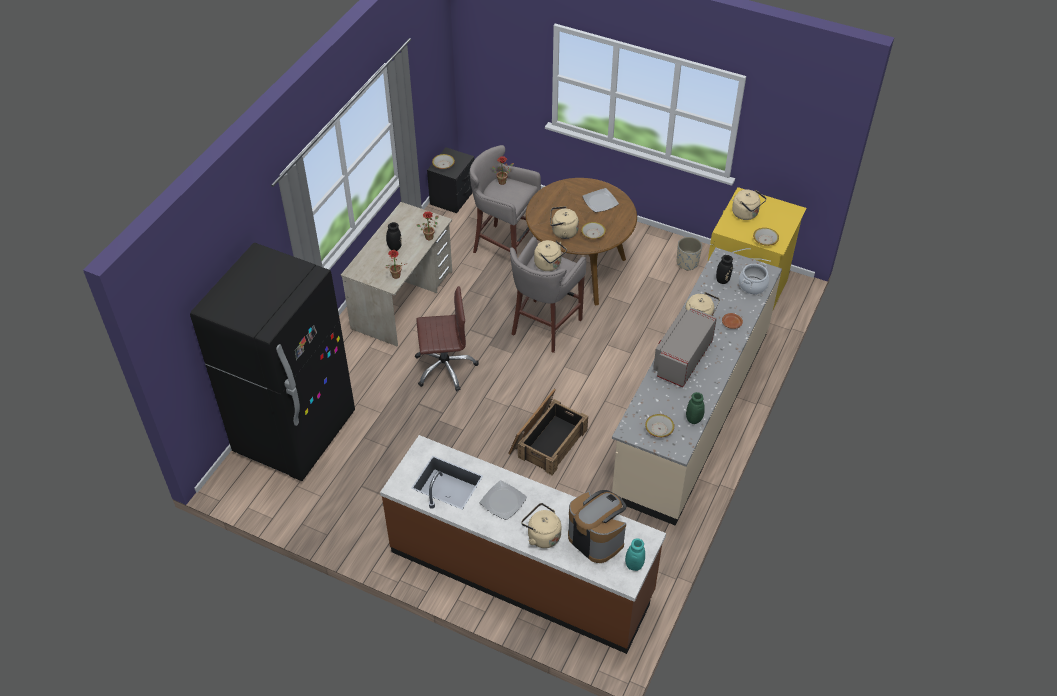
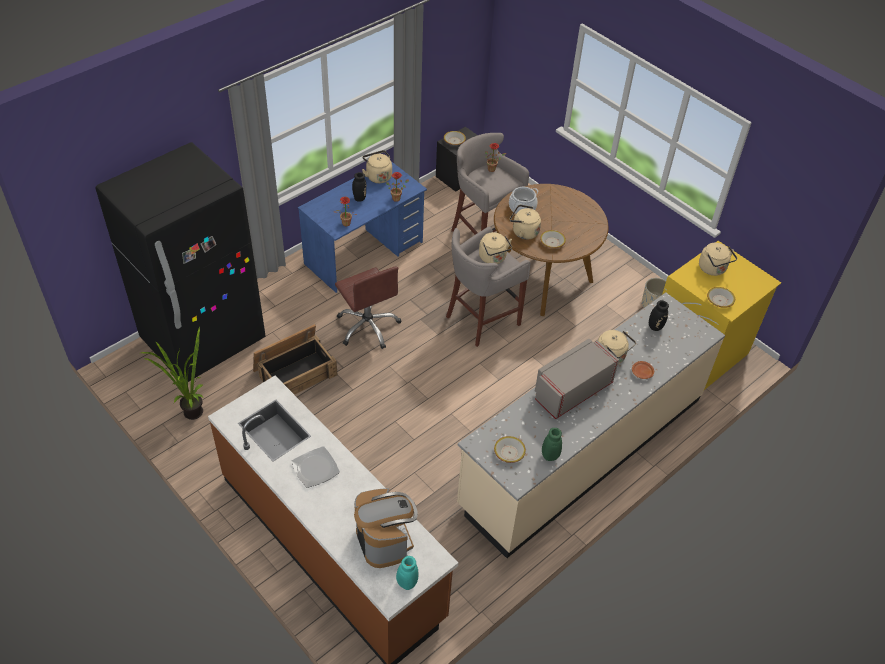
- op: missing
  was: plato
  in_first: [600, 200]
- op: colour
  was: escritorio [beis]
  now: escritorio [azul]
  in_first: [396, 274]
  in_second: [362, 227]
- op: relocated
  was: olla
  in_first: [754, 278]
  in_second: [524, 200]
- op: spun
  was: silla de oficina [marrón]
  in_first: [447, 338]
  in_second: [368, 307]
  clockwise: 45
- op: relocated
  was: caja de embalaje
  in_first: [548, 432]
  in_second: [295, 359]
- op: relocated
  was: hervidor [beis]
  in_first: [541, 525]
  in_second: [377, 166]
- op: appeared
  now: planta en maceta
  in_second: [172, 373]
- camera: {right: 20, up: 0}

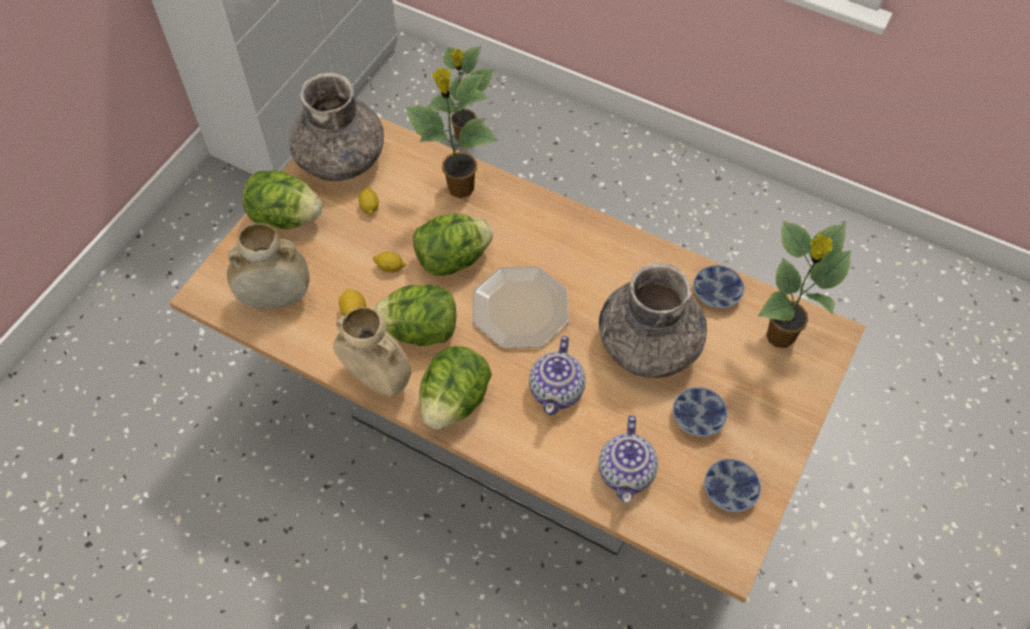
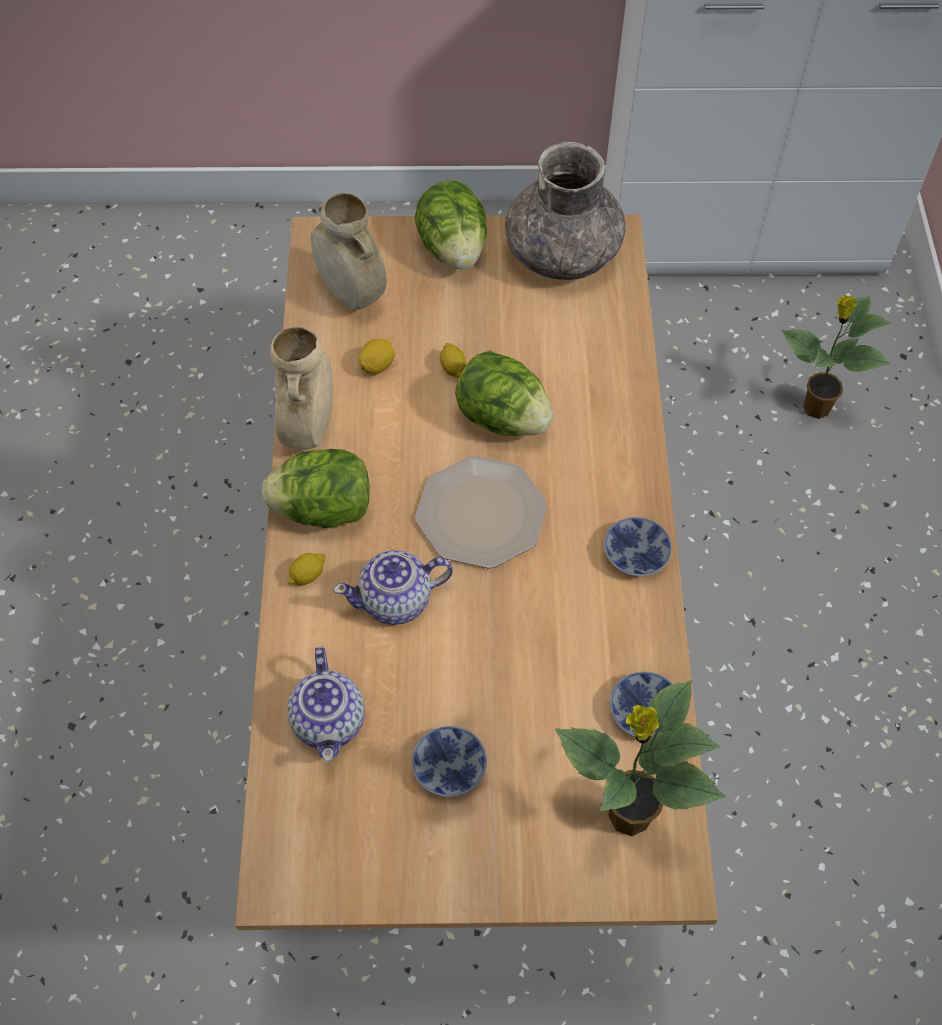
- op: missing
  was: planta en maceta
  in_first: [451, 133]
- op: relocated
  was: limón
  in_first: [369, 201]
  in_second: [307, 569]
- op: missing
  was: florero [gris]
  in_first: [653, 320]
- op: missing
  was: lechuga
  in_first: [415, 315]
- op: spun
  was: tetera
  in_first: [628, 459]
  in_second: [326, 704]
  clockwise: -75
- op: relocated
  was: cuenco
  in_first: [732, 485]
  in_second: [638, 546]
- camera: {right: 60, up: 0}

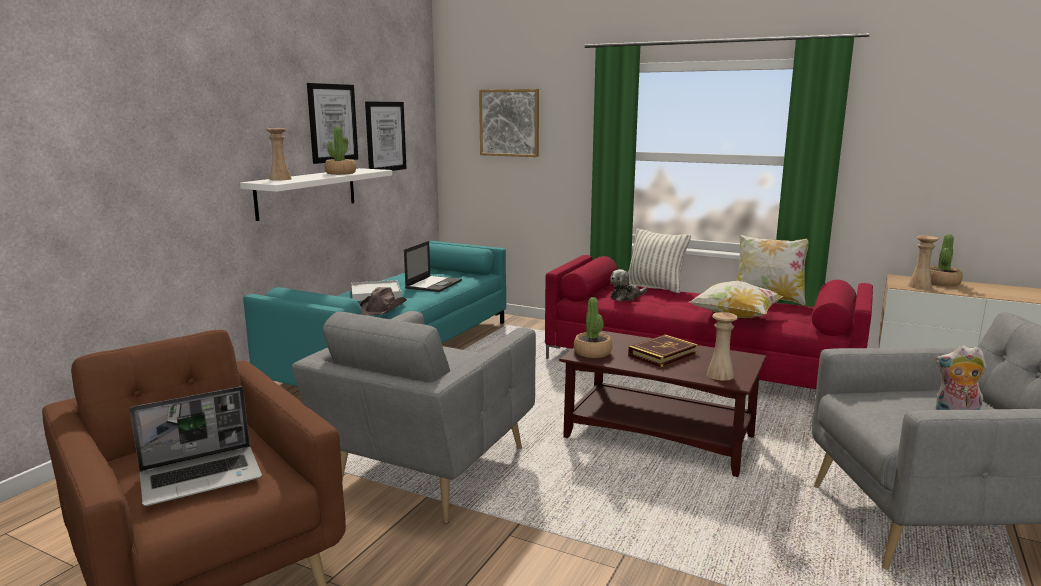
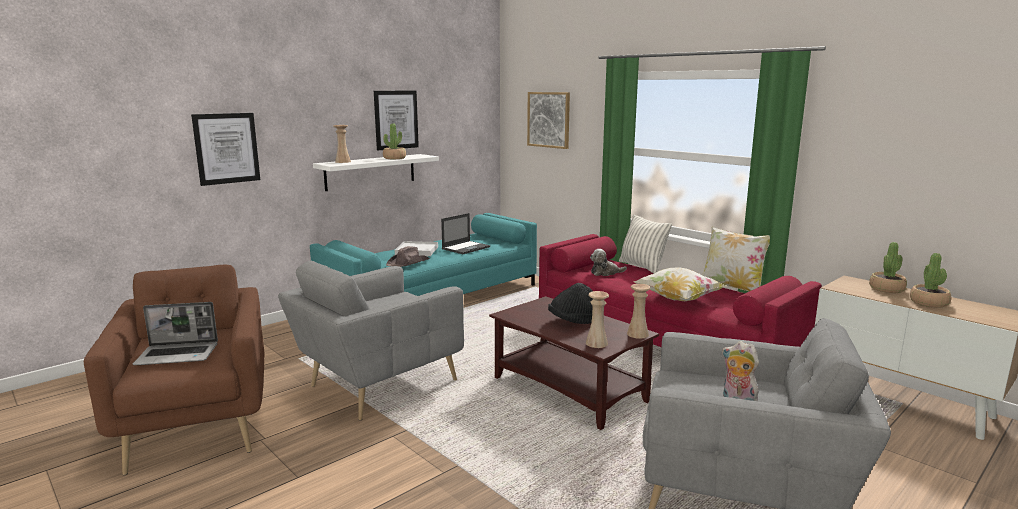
- op: relocated
  was: cuadro
  in_first: [385, 136]
  in_second: [225, 149]
- op: relocated
  was: florero [beis]
  in_first: [923, 262]
  in_second: [639, 311]
- op: relocated
  was: planta en maceta
  in_first: [593, 327]
  in_second: [930, 280]
- op: exchanged
  was: libro
  now: sombrero [negro]
  in_first: [663, 351]
  in_second: [570, 303]
- camera: {right: 20, up: 0}

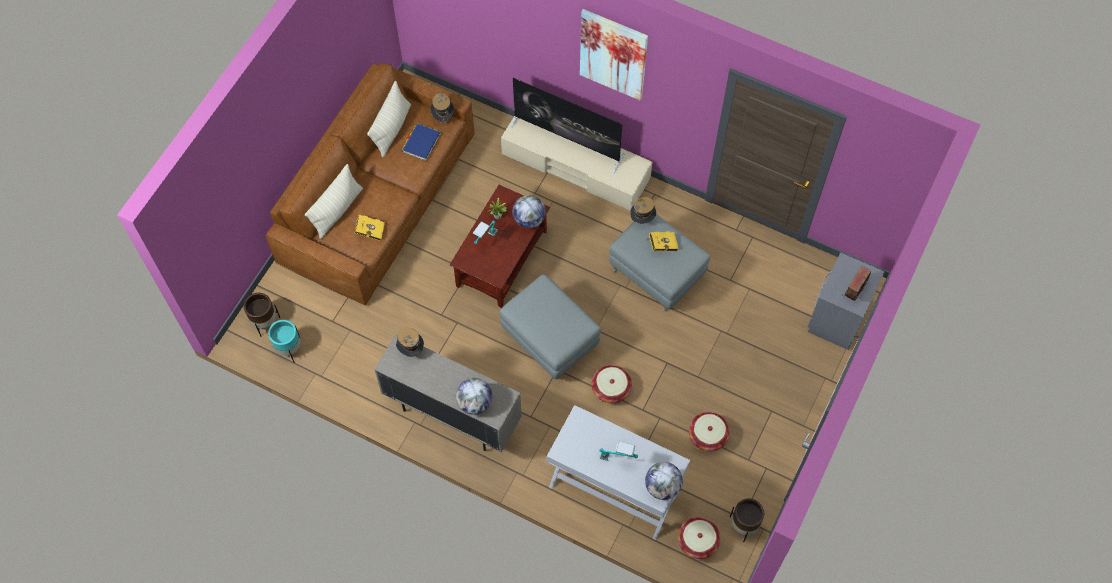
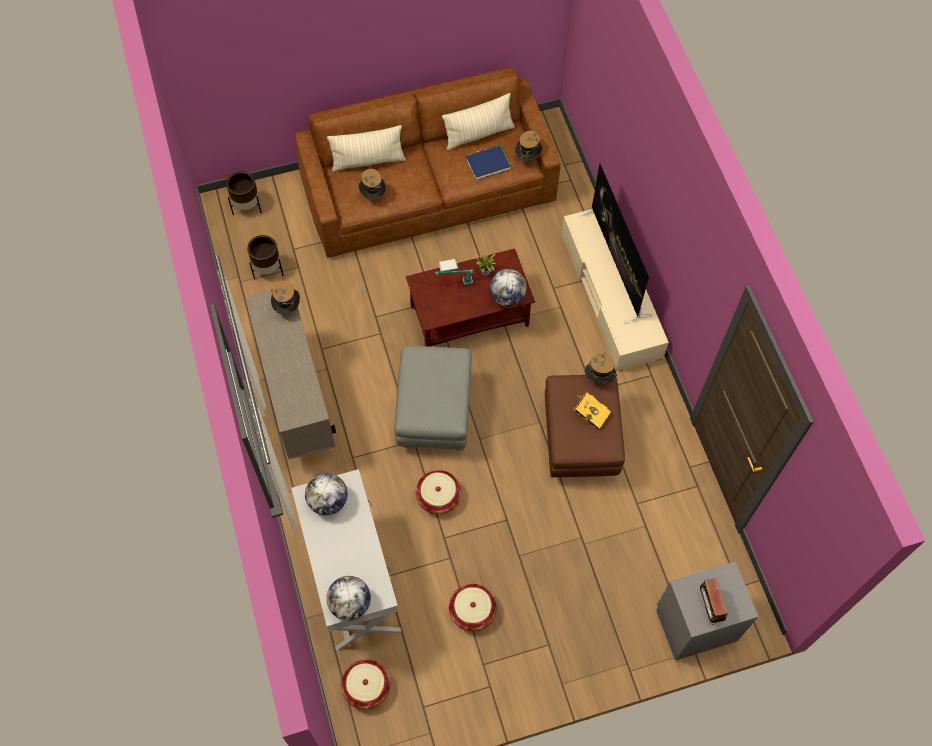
- op: missing
  was: cuadro
  in_first: [614, 54]
- op: colour
  was: puf [gris]
  now: puf [marrón]
  in_first: [659, 263]
  in_second: [585, 426]
- op: exchanged
  was: libro [amarillo]
  now: sombrero
  in_first: [369, 227]
  in_second: [372, 184]
- op: spun
  was: radio
  in_first: [858, 283]
  in_second: [711, 601]
  clockwise: -90
- op: missing
  was: maceta [turquesa]
  in_first: [284, 341]
- op: relocated
  was: globo terráqueo
  in_first: [474, 396]
  in_second: [326, 494]
- op: missing
  was: lámpara de mesa
  in_first: [618, 451]
- op: relocated
  was: maceta [marrón]
  in_first: [747, 520]
  in_second: [265, 257]
- camera: {right: 45, up: 0}

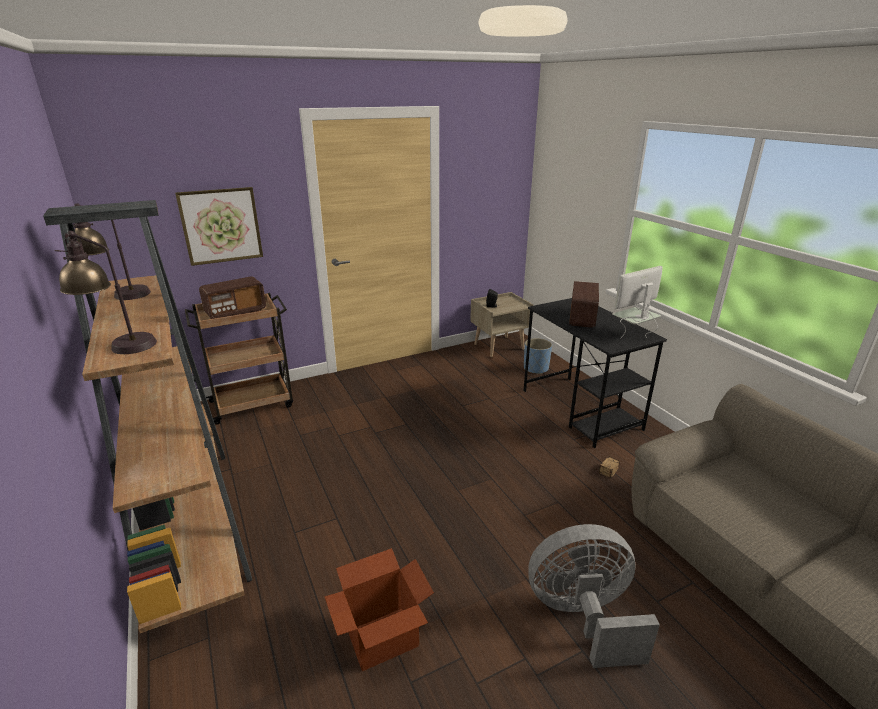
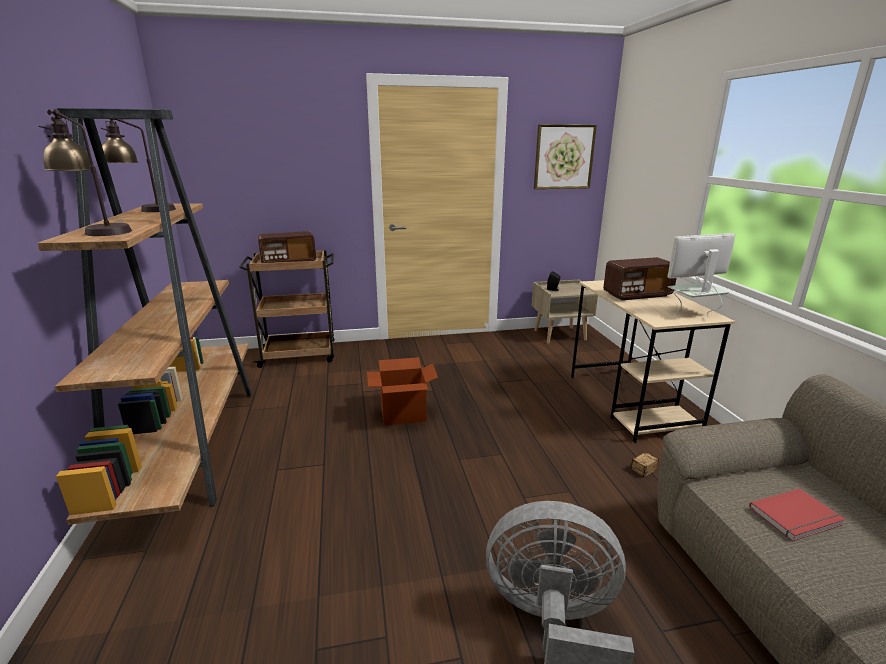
- op: relocated
  was: cuadro
  in_first: [219, 226]
  in_second: [565, 156]
- op: spun
  was: radio
  in_first: [584, 304]
  in_second: [640, 278]
  clockwise: -135
- op: colour
  was: escritorio [negro]
  now: escritorio [beis]
  in_first: [595, 373]
  in_second: [653, 361]
- op: missing
  was: maceta [azul]
  in_first: [538, 356]
- op: relocated
  was: caja de cartón
  in_first: [379, 609]
  in_second: [402, 391]
- op: appeared
  now: libro [rojo]
  in_second: [797, 514]
- camera: {right: 15, up: -5}

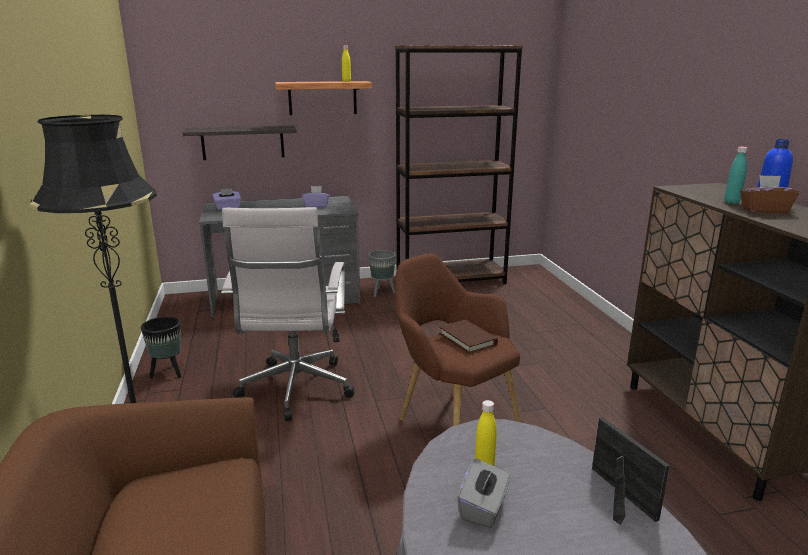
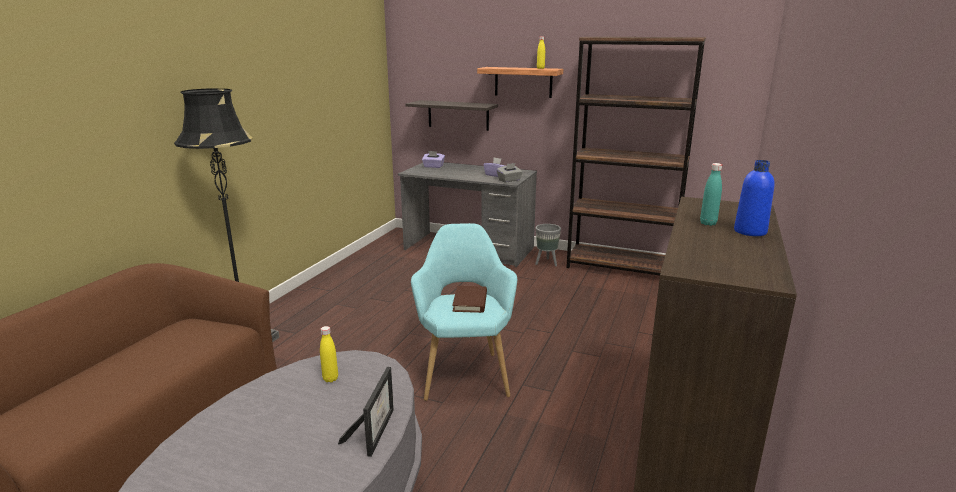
- op: missing
  was: caja de pañuelos [marrón]
  in_first: [769, 194]
- op: missing
  was: silla de oficina [blanco]
  in_first: [288, 314]
- op: colour
  was: sillón [marrón]
  now: sillón [turquesa]
  in_first: [458, 340]
  in_second: [464, 312]
- op: missing
  was: maceta [negro]
  in_first: [161, 347]
- op: relocated
  was: caja de pañuelos [gris]
  in_first: [483, 493]
  in_second: [510, 172]
- camera: {right: 35, up: 0}

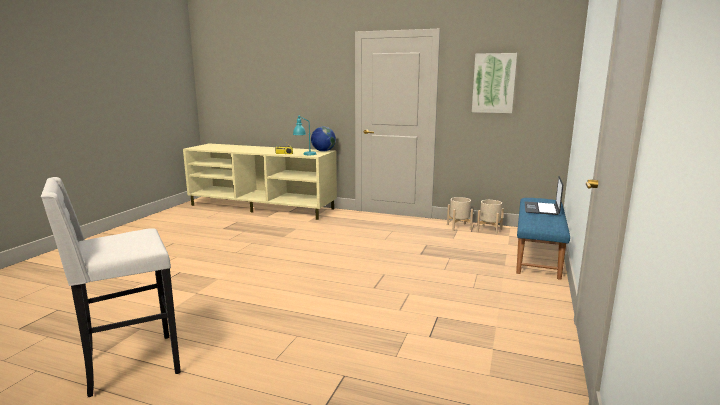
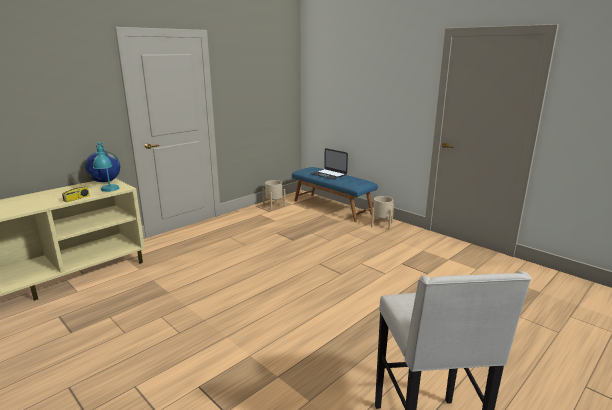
- op: missing
  was: cuadro
  in_first: [494, 83]
- op: relocated
  was: maceta [beis]
  in_first: [460, 214]
  in_second: [382, 213]
- camera: {right: -65, up: 5}

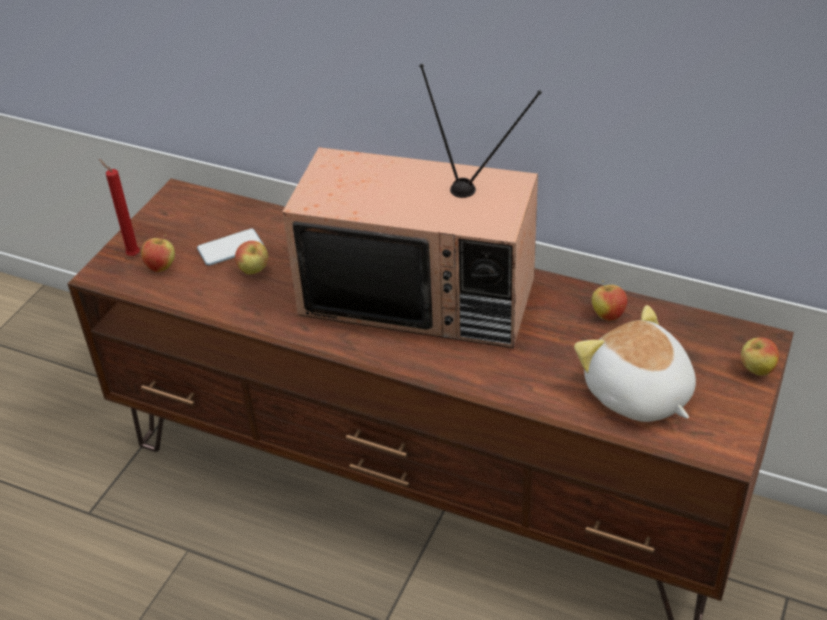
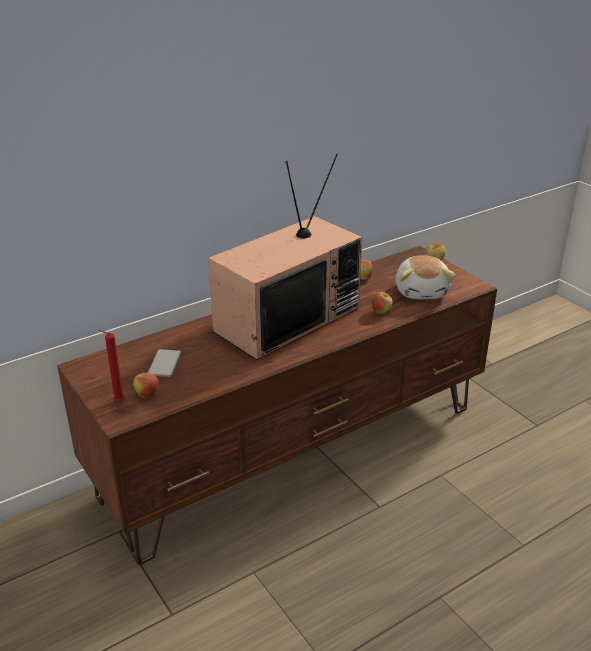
- op: relocated
  was: manzana
  in_first: [251, 258]
  in_second: [382, 303]
- op: spun
  was: peluche
  in_first: [635, 363]
  in_second: [425, 277]
  clockwise: -90
- camera: {right: -60, up: -10}

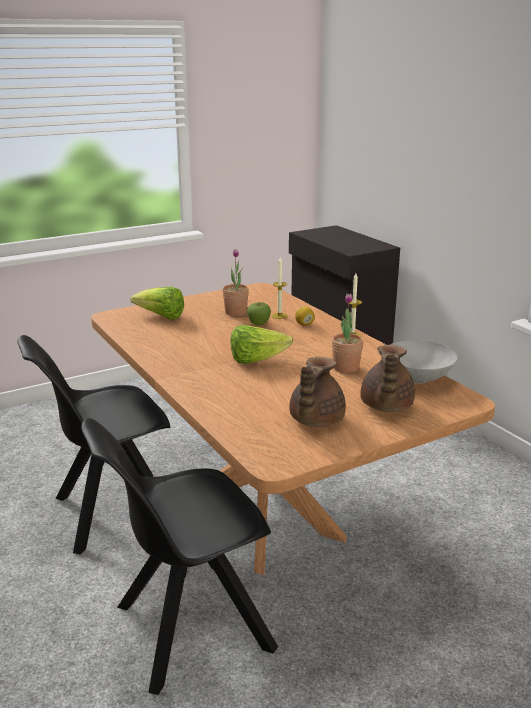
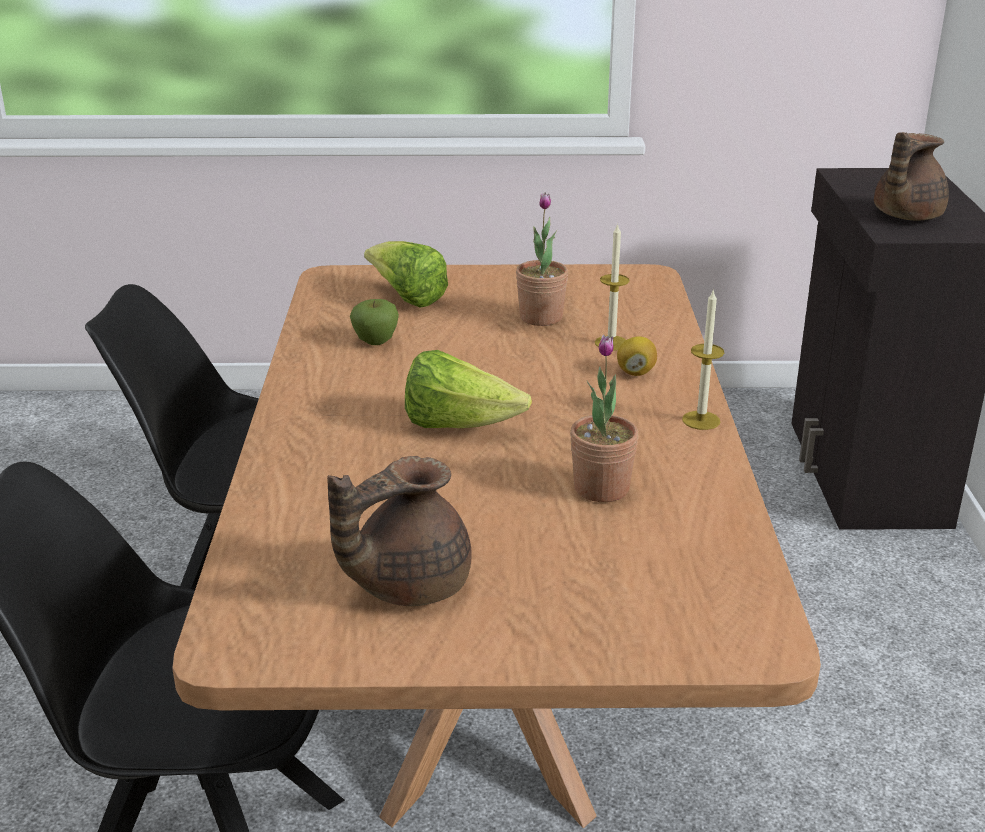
- op: relocated
  was: manzana
  in_first: [259, 314]
  in_second: [374, 322]
- op: missing
  was: cuenco [gris]
  in_first: [423, 362]
- op: relocated
  was: tetera [marrón]
  in_first: [388, 378]
  in_second: [911, 176]
- camera: {right: 30, up: 5}

